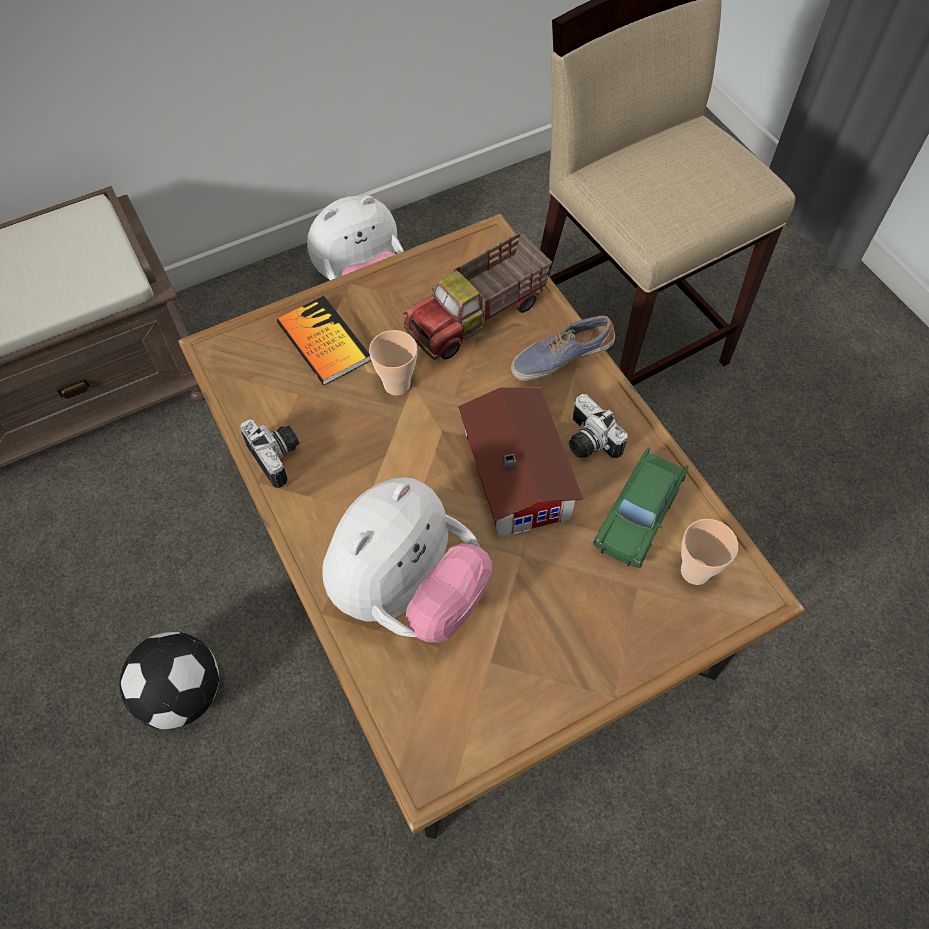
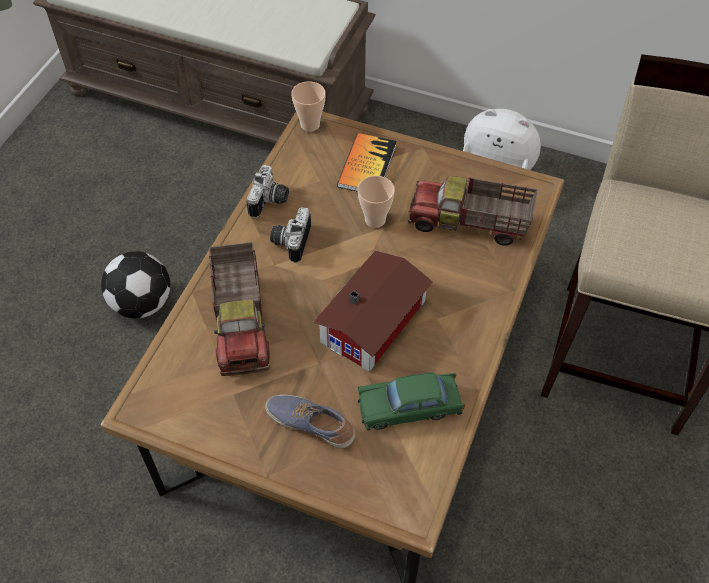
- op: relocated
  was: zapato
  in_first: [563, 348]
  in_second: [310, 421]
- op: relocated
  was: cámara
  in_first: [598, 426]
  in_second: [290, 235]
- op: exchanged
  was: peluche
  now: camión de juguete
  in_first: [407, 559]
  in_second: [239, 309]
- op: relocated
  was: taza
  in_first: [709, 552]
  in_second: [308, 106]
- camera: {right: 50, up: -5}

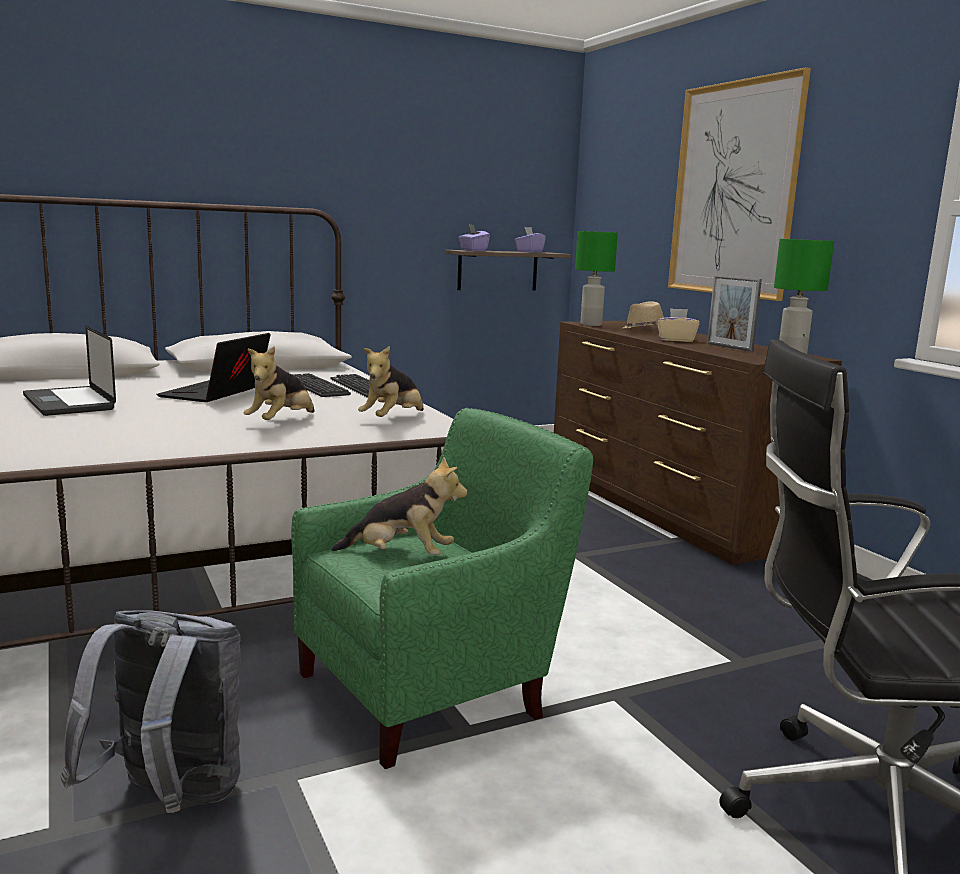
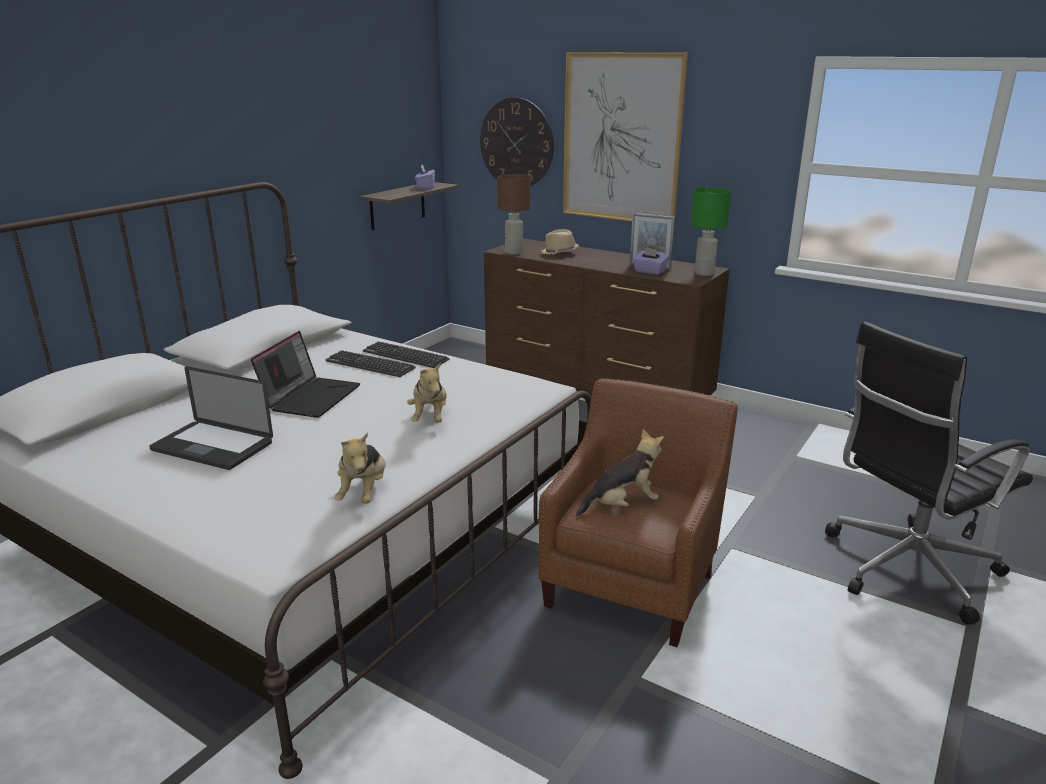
- op: relocated
  was: caja de pañuelos [morado]
  in_first: [474, 238]
  in_second: [651, 261]
- op: colour
  was: lámpara de mesa [verde]
  now: lámpara de mesa [marrón]
  in_first: [596, 278]
  in_second: [514, 214]
- op: missing
  was: caja de pañuelos [beis]
  in_first: [678, 325]
- op: spun
  was: portátil
  in_first: [214, 367]
  in_second: [305, 374]
  clockwise: -150
- op: relocated
  was: peluche
  in_first: [391, 381]
  in_second: [360, 468]
- op: colour
  was: sillón [verde]
  now: sillón [marrón]
  in_first: [442, 588]
  in_second: [638, 512]
- op: missing
  was: mochila [gris]
  in_first: [150, 711]
- op: appeared
  now: reloj de pared
  in_second: [517, 142]
- camera: {right: -30, up: 10}

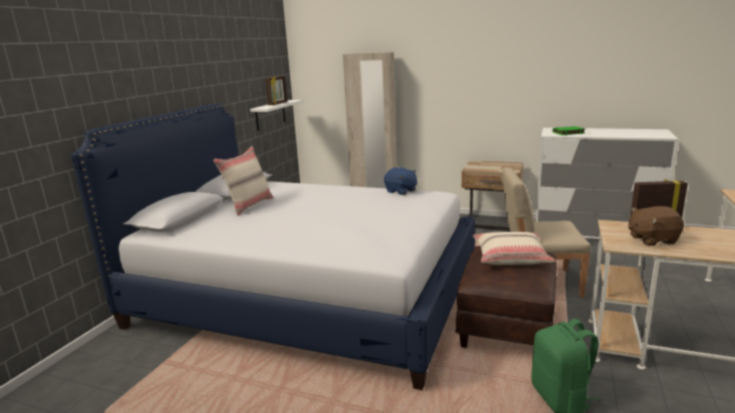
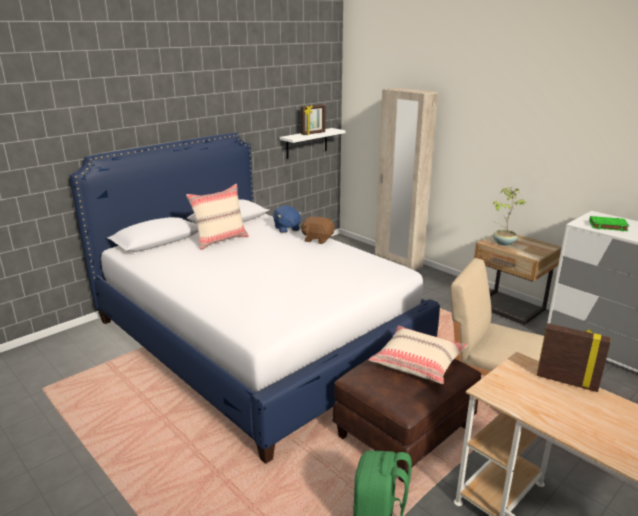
- op: relocated
  was: peluche [azul]
  in_first: [400, 181]
  in_second: [287, 219]
- op: relocated
  was: peluche [marrón]
  in_first: [656, 226]
  in_second: [317, 230]
- op: appeared
  now: planta en maceta
  in_second: [509, 217]
- camera: {right: 25, up: 5}

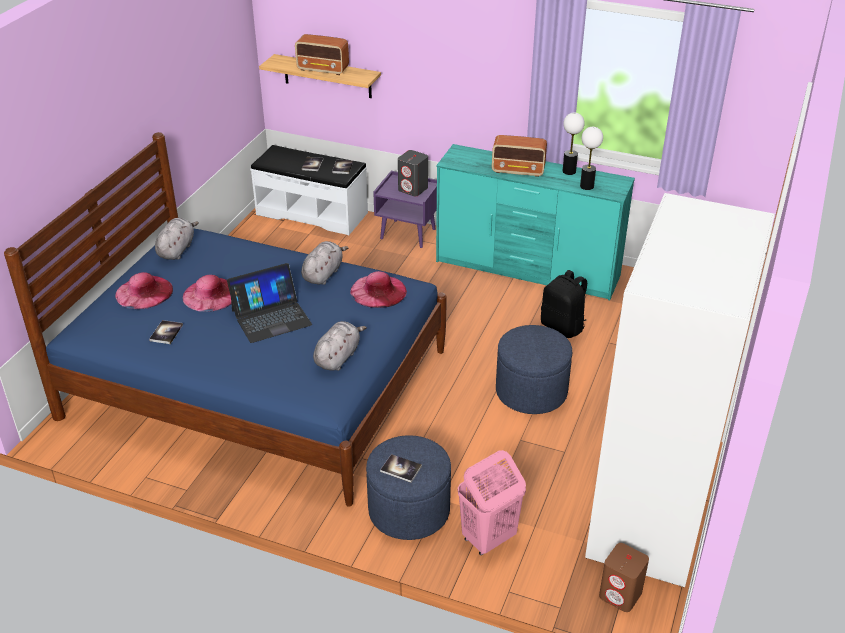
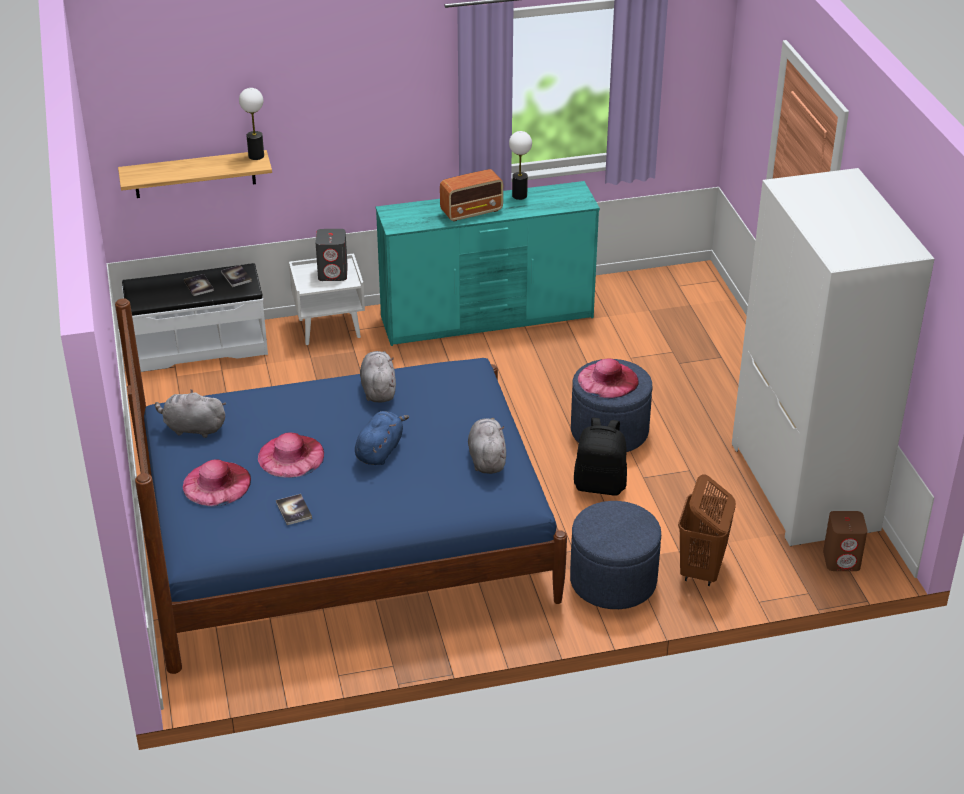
- op: missing
  was: radio
  in_first: [322, 54]
- op: relocated
  was: lámpara de mesa
  in_first: [591, 158]
  in_second: [251, 124]
- op: colour
  was: mesita de noche [morado]
  now: mesita de noche [blanco]
  in_first: [405, 209]
  in_second: [327, 299]
- op: spun
  was: peluche [gris]
  in_first: [177, 239]
  in_second: [190, 413]
  clockwise: -60
- op: exchanged
  was: portátil
  now: peluche [azul]
  in_first: [269, 303]
  in_second: [382, 438]
- op: relocated
  was: mochila [negro]
  in_first: [564, 304]
  in_second: [600, 457]
- op: relocated
  was: sombrero [rosa]
  in_first: [378, 289]
  in_second: [608, 379]
- op: colour
  was: cesto de la ropa [rosa]
  now: cesto de la ropa [marrón]
  in_first: [492, 502]
  in_second: [707, 530]
- op: missing
  was: libro
  in_first: [401, 468]
- camera: {right: -35, up: 0}

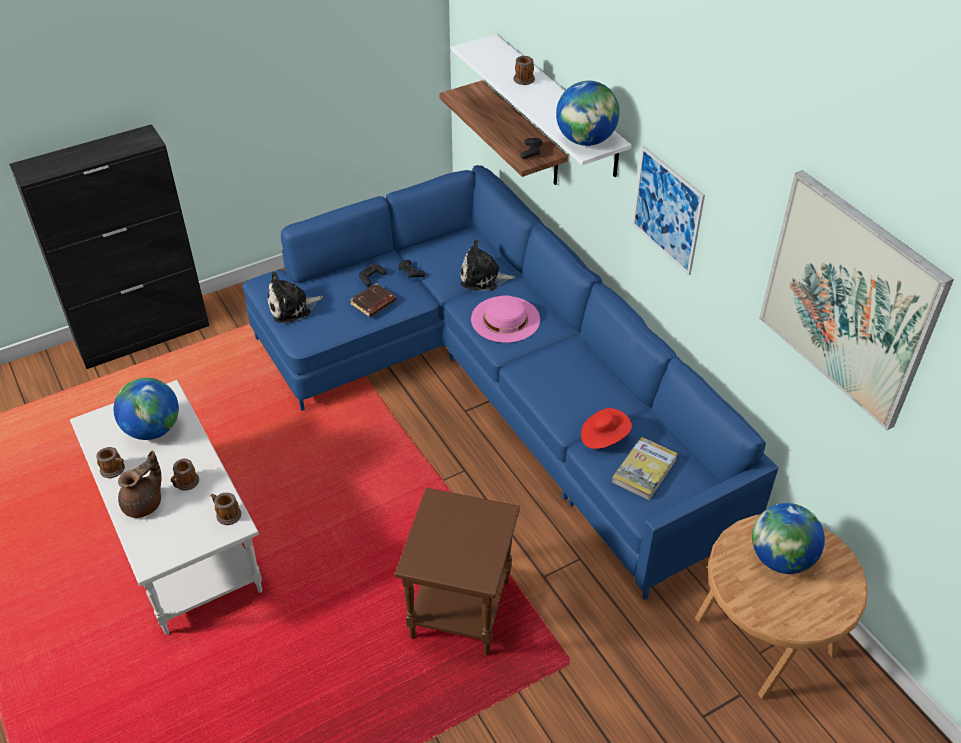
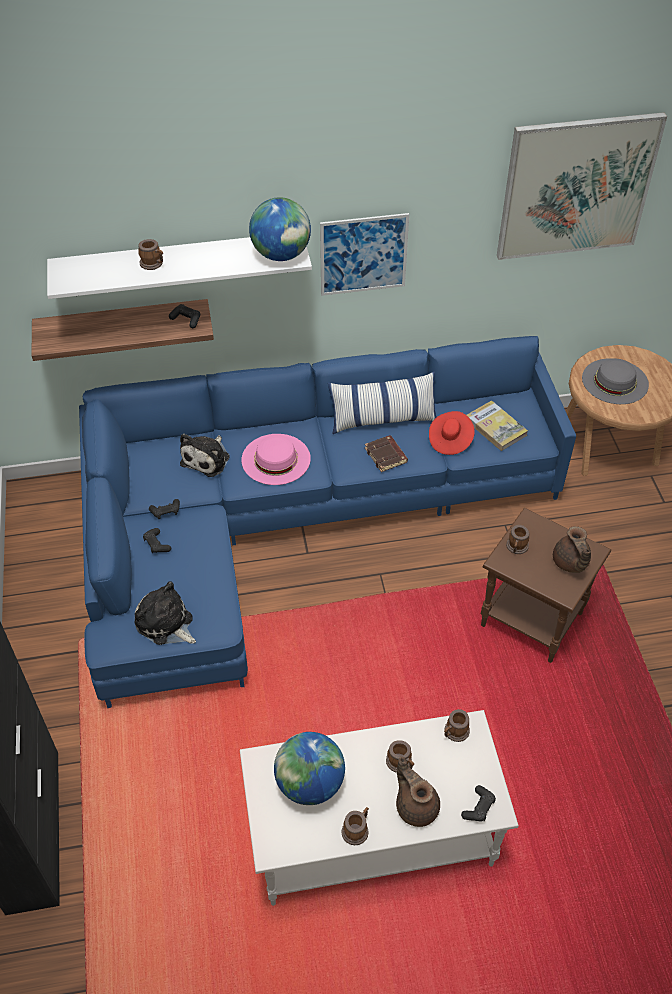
- op: spun
  was: peluche
  in_first: [295, 297]
  in_second: [165, 613]
  clockwise: 135
- op: relocated
  was: libro [marrón]
  in_first: [373, 300]
  in_second: [386, 453]
- op: exchanged
  was: globo terráqueo
  now: sombrero [gris]
  in_first: [788, 538]
  in_second: [615, 381]
- op: appeared
  now: cojín
  in_second: [382, 402]
- op: appeared
  now: taza grande
  in_second: [517, 539]
- op: appeared
  now: tetera [marrón]
  in_second: [572, 549]
- op: appeared
  now: mando de consola [negro]
  in_second: [478, 803]
- camera: {right: -70, up: 5}

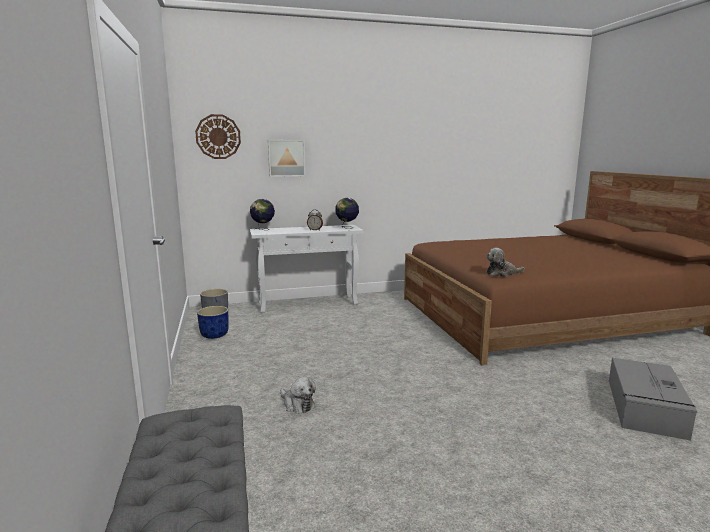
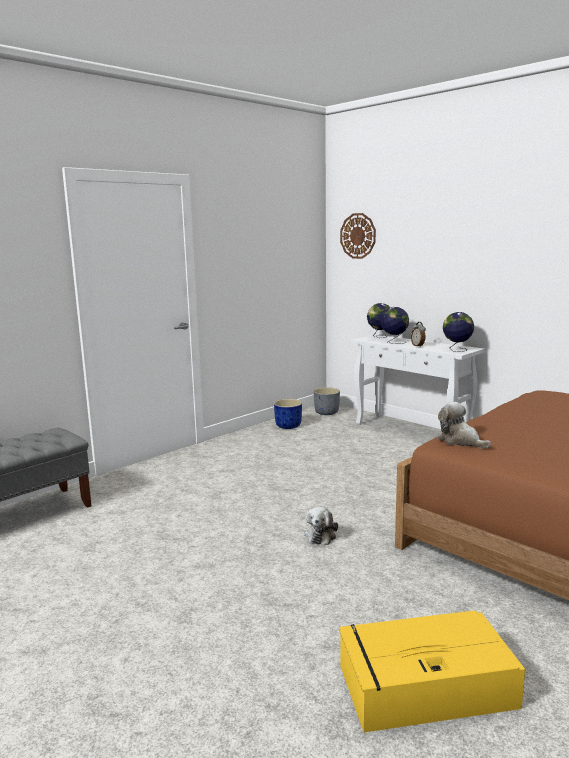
- op: missing
  was: cuadro
  in_first: [287, 158]
- op: colour
  was: caja de almacenaje [gris]
  now: caja de almacenaje [amarillo]
  in_first: [653, 399]
  in_second: [432, 671]
- op: relocated
  was: peluche
  in_first: [298, 395]
  in_second: [321, 526]
- op: appeared
  now: globo terráqueo
  in_second: [395, 325]
- camera: {right: 60, up: 0}

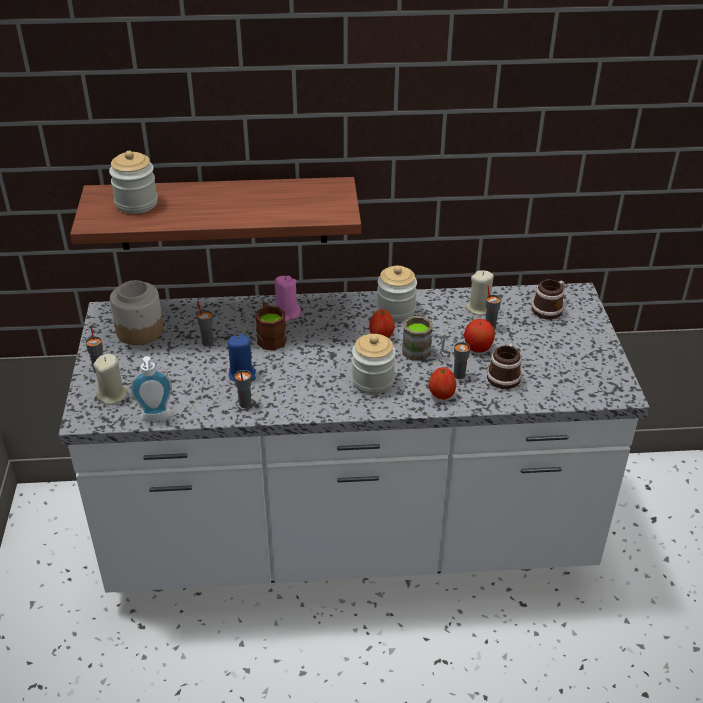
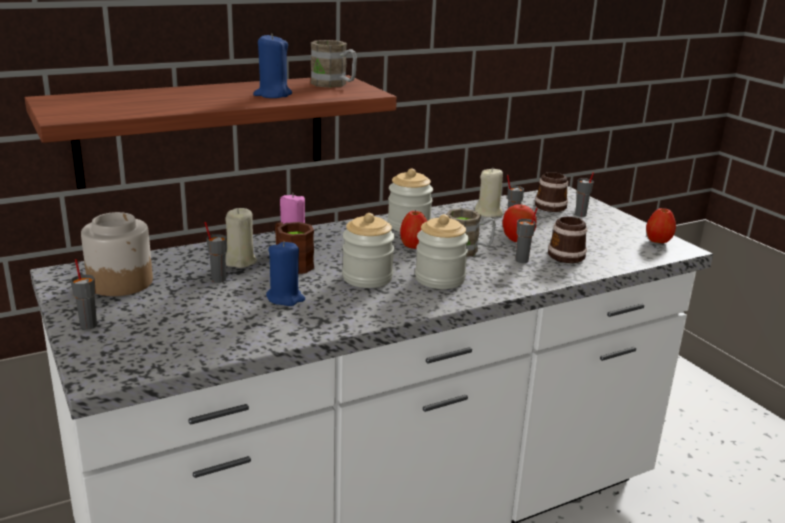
- op: relocated
  was: tarro
  in_first: [133, 182]
  in_second: [368, 250]
- op: relocated
  was: vela [beis]
  in_first: [111, 379]
  in_second: [241, 238]
- op: missing
  was: dispensador de jabón
  in_first: [151, 389]
- op: relocated
  was: manzana
  in_first: [442, 383]
  in_second: [661, 225]
- op: relocated
  was: taza [gris]
  in_first: [242, 389]
  in_second: [584, 194]
- op: appeared
  now: vela [azul]
  in_second: [272, 65]
- op: appeared
  now: taza grande [marrón]
  in_second: [333, 64]
- camera: {right: -25, up: -15}

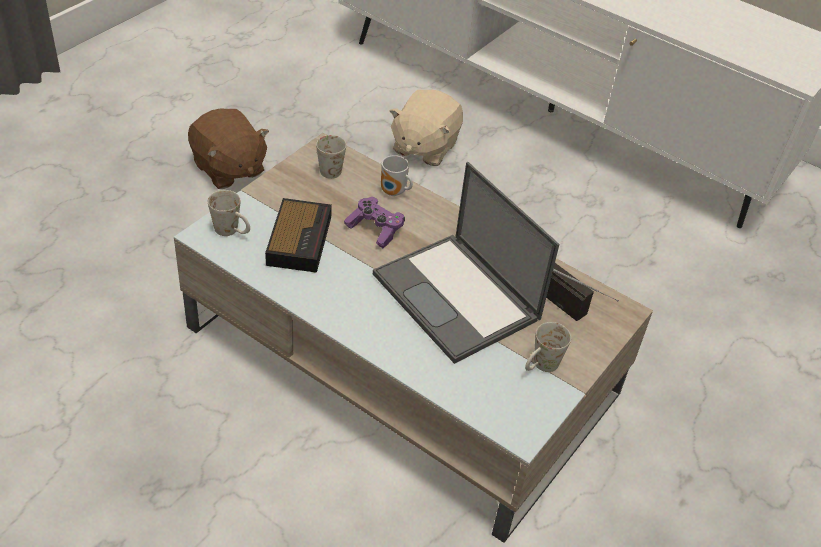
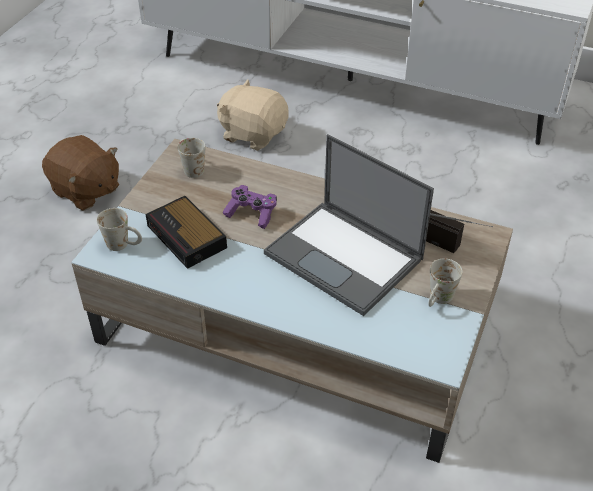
- op: spun
  was: peluche [beis]
  in_first: [426, 128]
  in_second: [252, 115]
  clockwise: 105
- op: missing
  was: taza grande
  in_first: [397, 175]
- op: spun
  was: despertador
  in_first: [298, 235]
  in_second: [186, 232]
  clockwise: 150
- camera: {right: -10, up: 0}

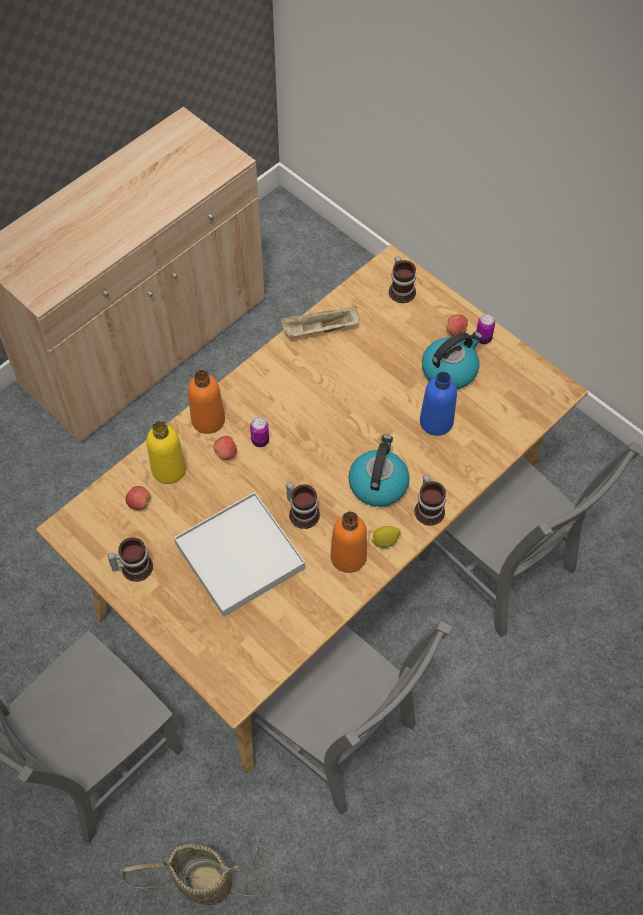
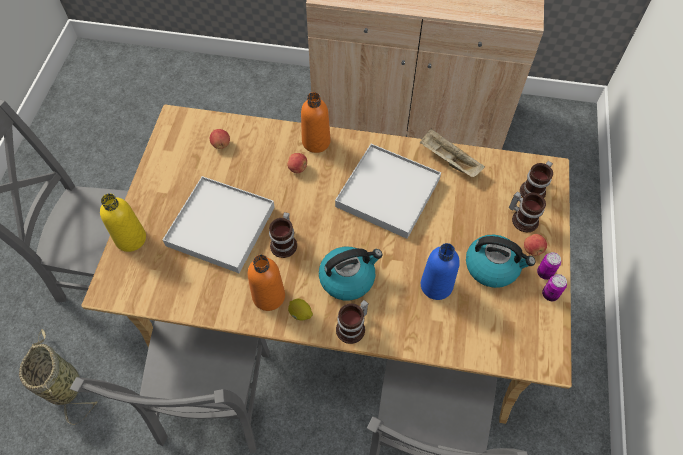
- op: relocated
  was: lata
  in_first: [259, 432]
  in_second: [554, 287]
- op: relocated
  was: botella [amarillo]
  in_first: [166, 452]
  in_second: [123, 222]
- op: relocated
  was: taza grande
  in_first: [130, 559]
  in_second: [527, 212]
- op: appeared
  now: bandeja [blanco]
  in_second: [388, 191]
- camera: {right: 55, up: 0}

